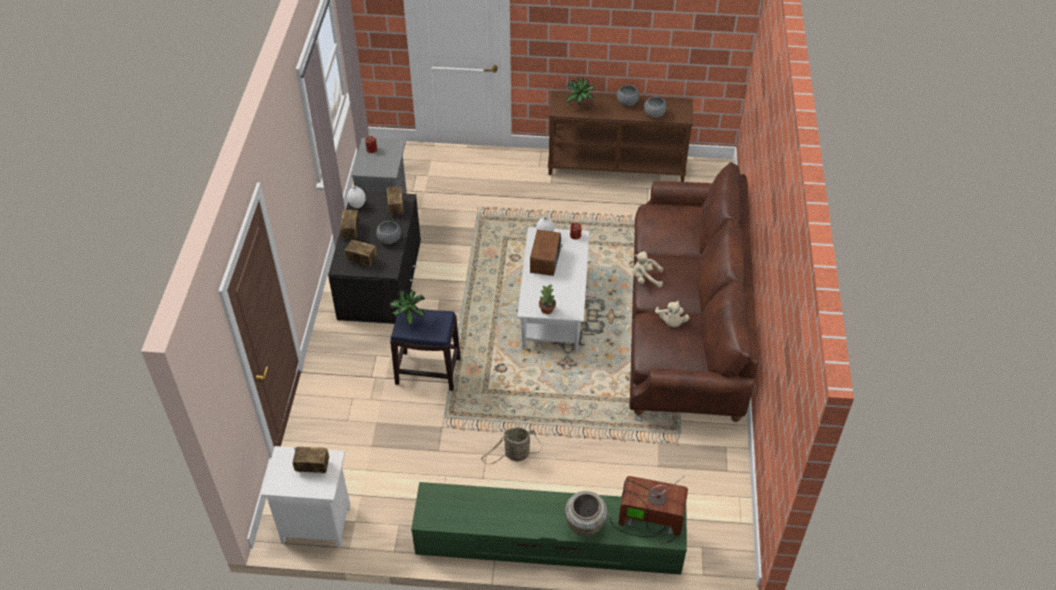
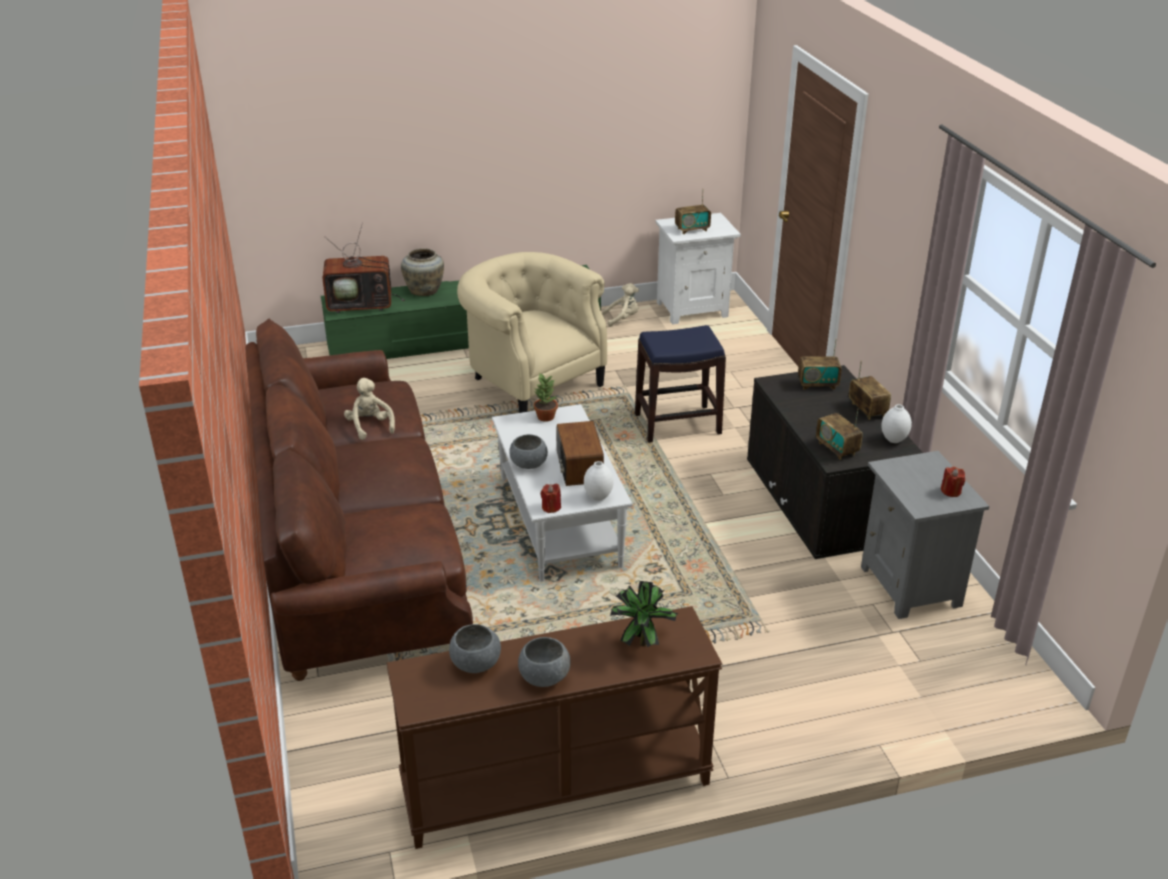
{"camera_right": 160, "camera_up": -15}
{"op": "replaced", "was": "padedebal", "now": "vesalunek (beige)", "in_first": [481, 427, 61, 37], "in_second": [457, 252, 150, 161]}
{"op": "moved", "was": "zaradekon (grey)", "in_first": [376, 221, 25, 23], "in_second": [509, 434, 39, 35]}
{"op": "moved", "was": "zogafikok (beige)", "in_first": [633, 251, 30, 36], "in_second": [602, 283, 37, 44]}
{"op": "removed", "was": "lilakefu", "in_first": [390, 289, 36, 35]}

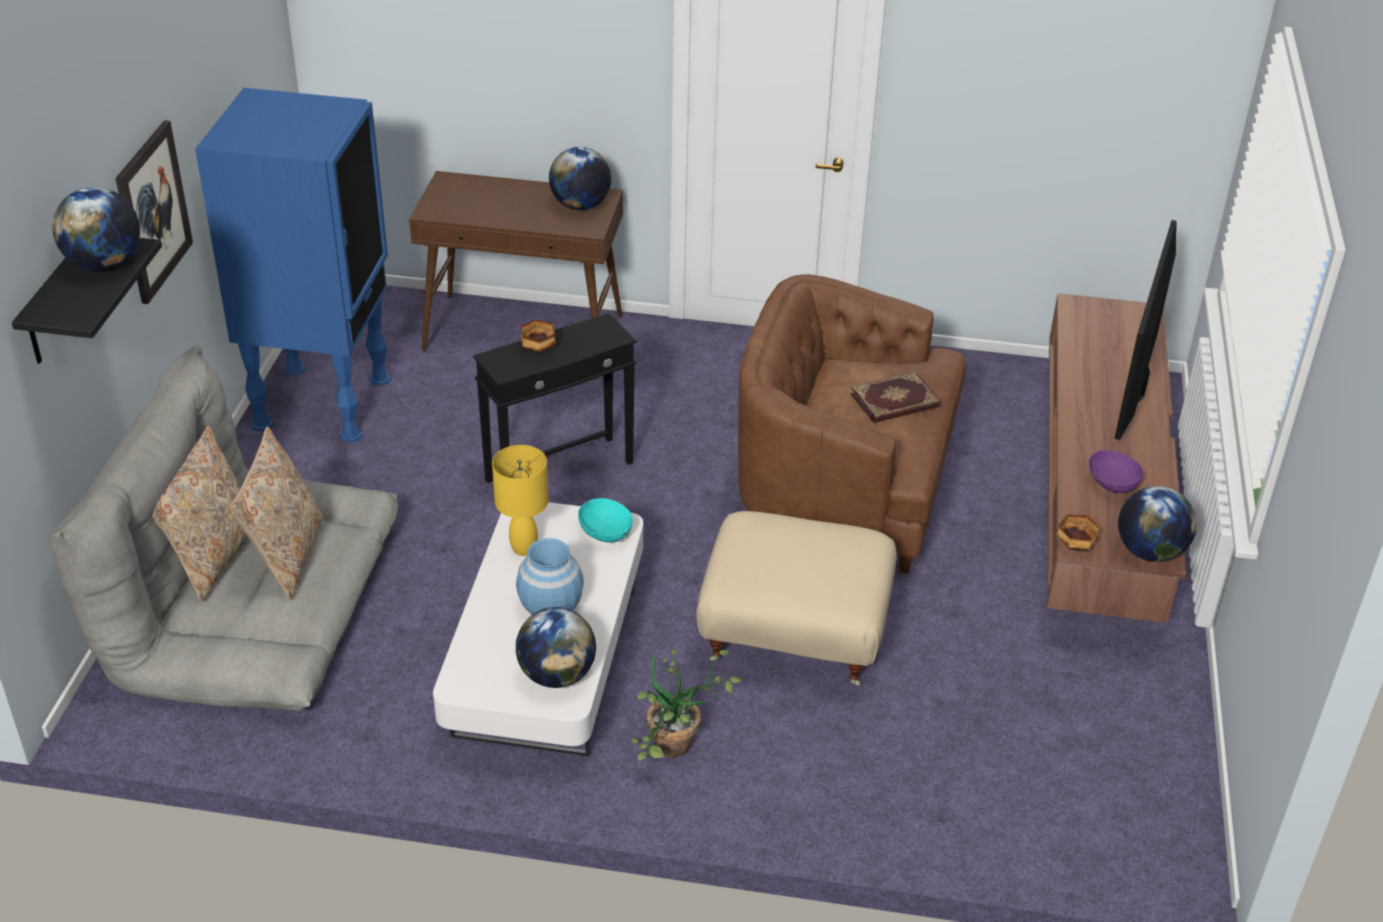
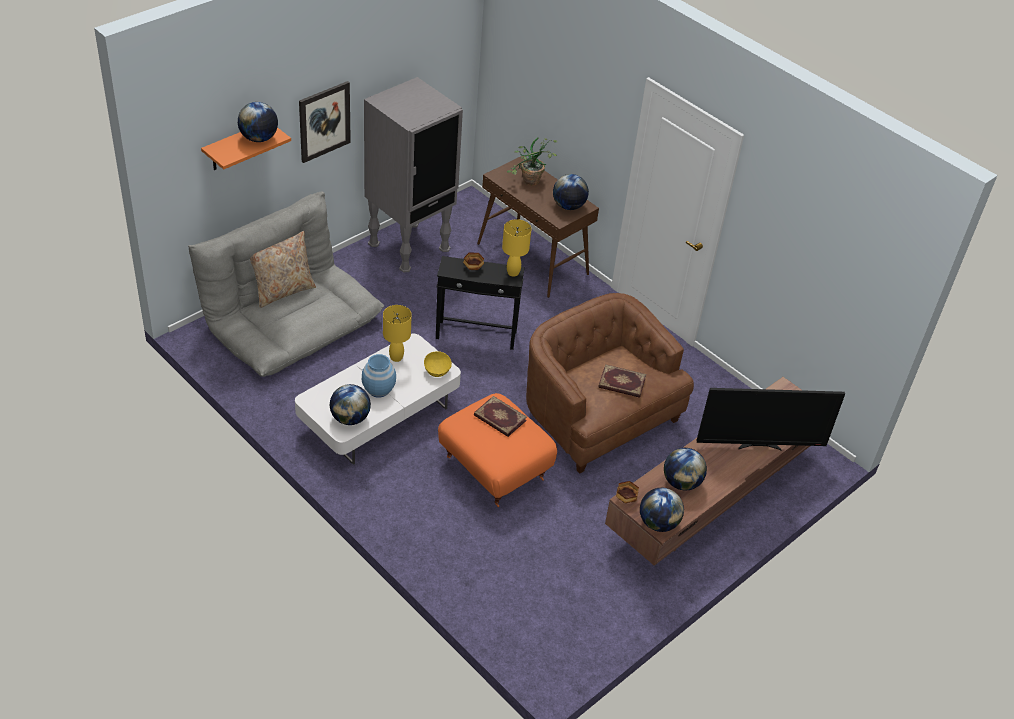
{"camera_right": 35, "camera_up": 5}
{"op": "recoloured", "was": "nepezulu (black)", "now": "nepezulu (orange)", "in_first": [12, 238, 150, 126], "in_second": [201, 127, 90, 43]}
{"op": "recoloured", "was": "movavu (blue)", "now": "movavu (grey)", "in_first": [195, 88, 196, 354], "in_second": [364, 77, 99, 195]}
{"op": "recoloured", "was": "zaradekon (turquoise)", "now": "zaradekon (yellow)", "in_first": [578, 498, 55, 45], "in_second": [424, 351, 28, 26]}
{"op": "recoloured", "was": "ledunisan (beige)", "now": "ledunisan (orange)", "in_first": [697, 511, 200, 174], "in_second": [438, 393, 119, 114]}
{"op": "added", "now": "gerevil", "in_second": [474, 396, 53, 41]}
{"op": "added", "now": "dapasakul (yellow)", "in_second": [502, 219, 29, 58]}
{"op": "moved", "was": "lilakefu", "in_first": [630, 650, 112, 110], "in_second": [507, 137, 51, 49]}
{"op": "replaced", "was": "zaradekon (purple)", "now": "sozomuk", "in_first": [1088, 450, 55, 43], "in_second": [664, 448, 43, 42]}
{"op": "turned", "was": "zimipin", "in_first": [1114, 220, 63, 220], "in_second": [696, 388, 149, 62], "clockwise": -150}
{"op": "removed", "was": "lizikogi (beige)", "in_first": [230, 427, 94, 173]}

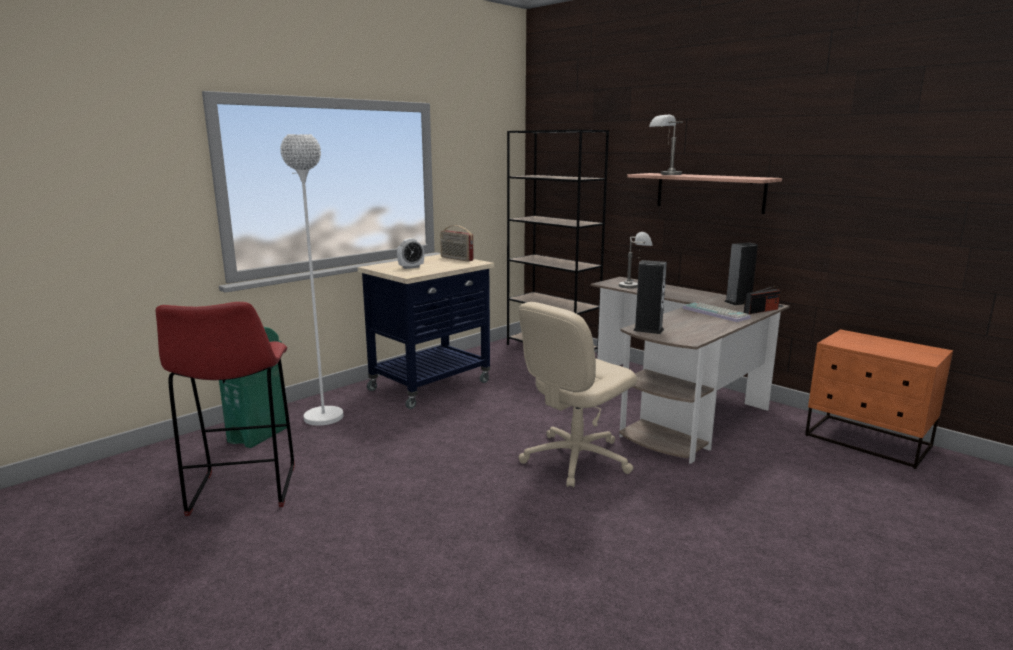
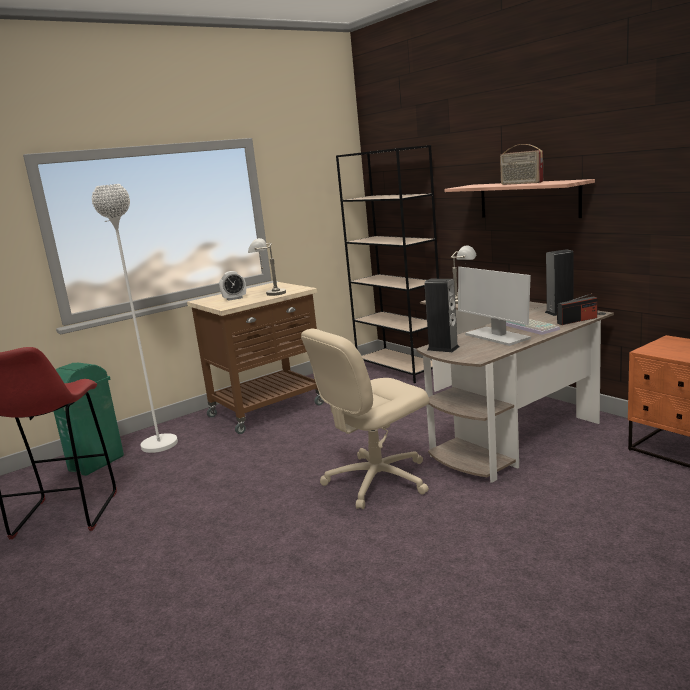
{"camera_right": 10, "camera_up": 0}
{"op": "recoloured", "was": "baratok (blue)", "now": "baratok (brown)", "in_first": [358, 254, 136, 155], "in_second": [187, 282, 137, 152]}
{"op": "moved", "was": "dapasakul (grey)", "in_first": [649, 115, 34, 60], "in_second": [248, 238, 38, 58]}
{"op": "added", "now": "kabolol", "in_second": [458, 267, 73, 79]}
{"op": "moved", "was": "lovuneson", "in_first": [440, 225, 34, 37], "in_second": [500, 144, 43, 41]}

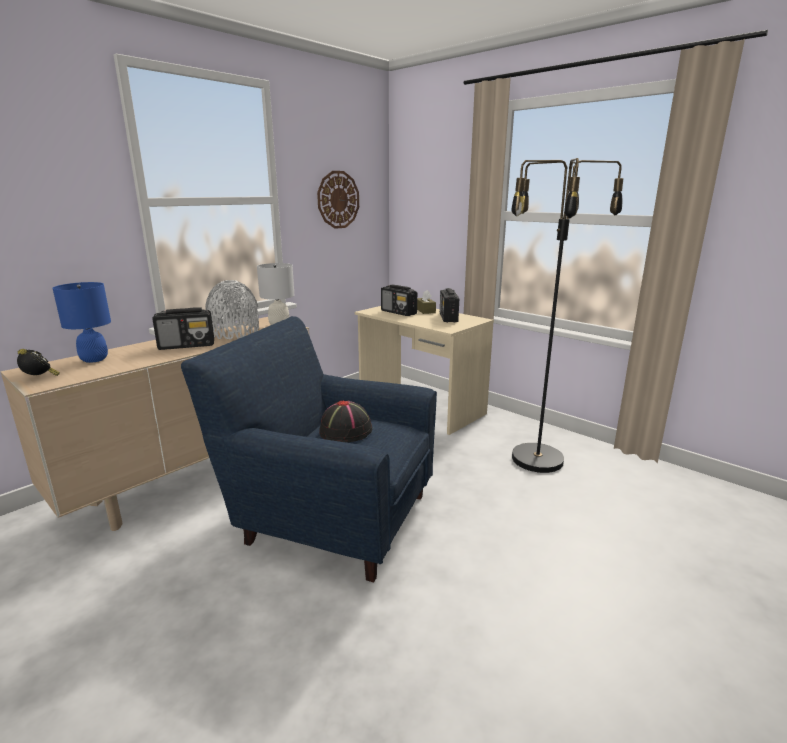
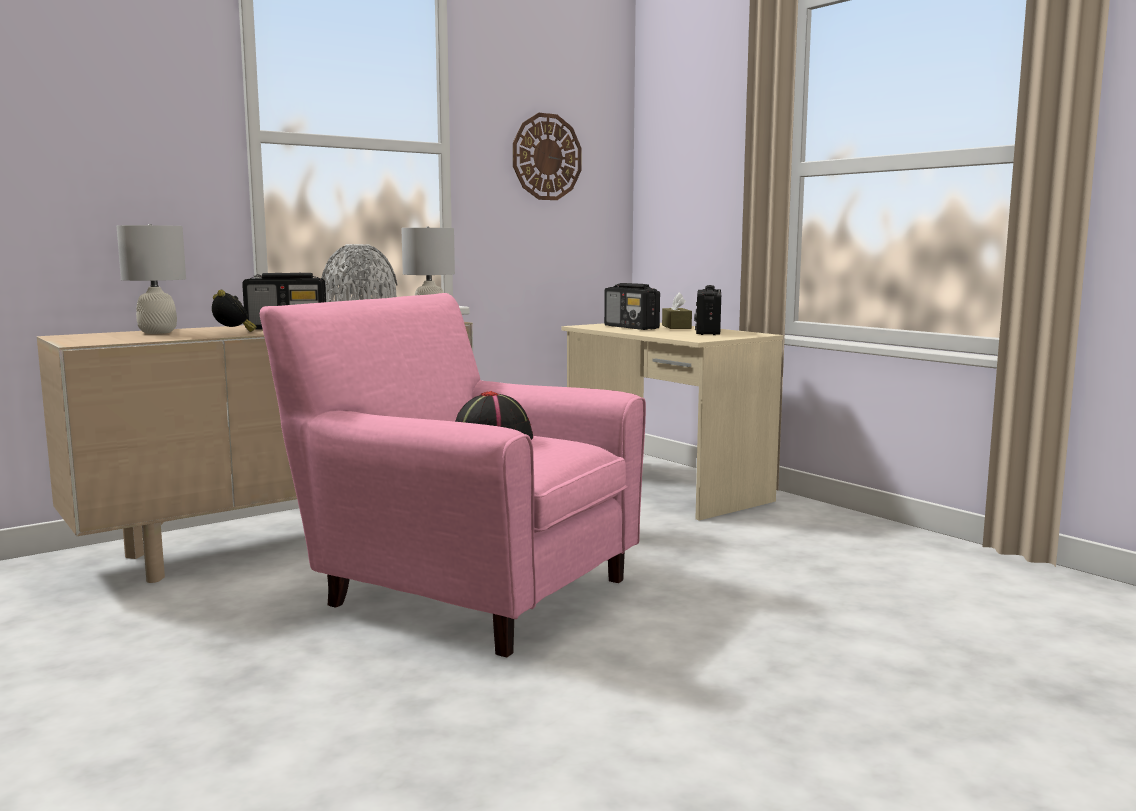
{"camera_right": 10, "camera_up": -10}
{"op": "recoloured", "was": "dapasakul (blue)", "now": "dapasakul (grey)", "in_first": [53, 282, 58, 81], "in_second": [117, 224, 69, 110]}
{"op": "moved", "was": "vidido", "in_first": [17, 349, 43, 27], "in_second": [212, 290, 45, 42]}
{"op": "recoloured", "was": "vesalunek (blue)", "now": "vesalunek (pink)", "in_first": [181, 316, 256, 266], "in_second": [260, 293, 386, 364]}
{"op": "removed", "was": "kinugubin", "in_first": [511, 158, 112, 315]}

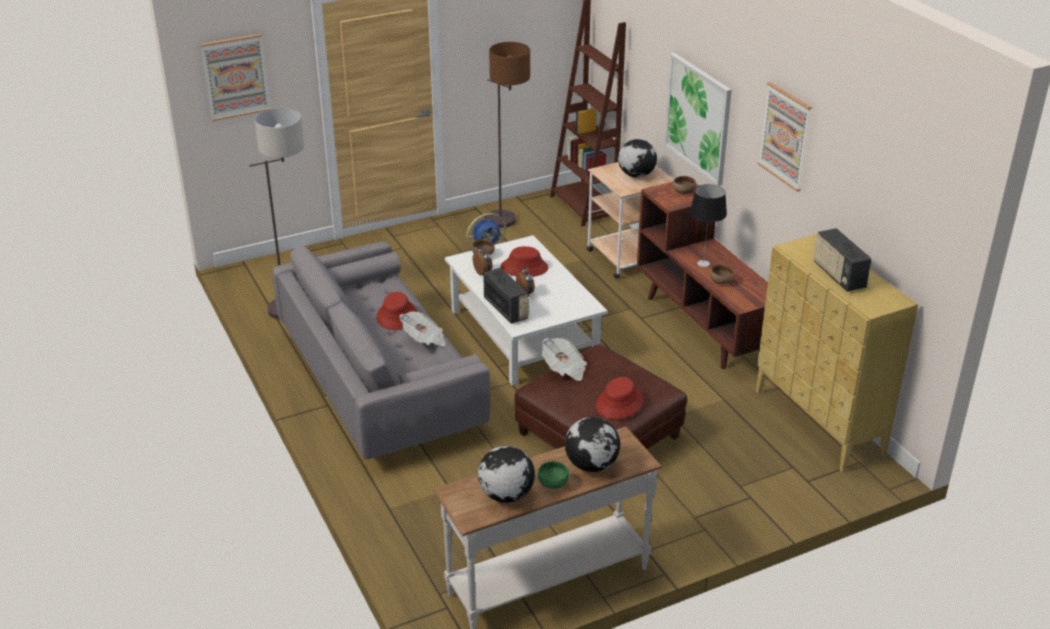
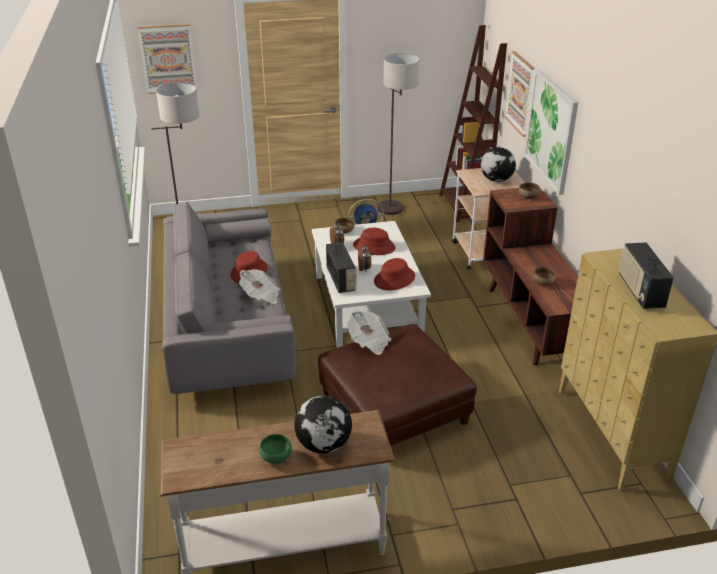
{"camera_right": 15, "camera_up": 0}
{"op": "moved", "was": "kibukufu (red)", "in_first": [596, 377, 47, 43], "in_second": [374, 258, 41, 32]}
{"op": "recoloured", "was": "kinugubin (brown)", "now": "kinugubin (grey)", "in_first": [485, 42, 45, 186], "in_second": [377, 53, 43, 162]}
{"op": "moved", "was": "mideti", "in_first": [758, 82, 54, 109], "in_second": [505, 51, 29, 86]}
{"op": "removed", "was": "sozomuk", "in_first": [478, 446, 57, 57]}
{"op": "removed", "was": "dapasakul", "in_first": [690, 184, 37, 83]}

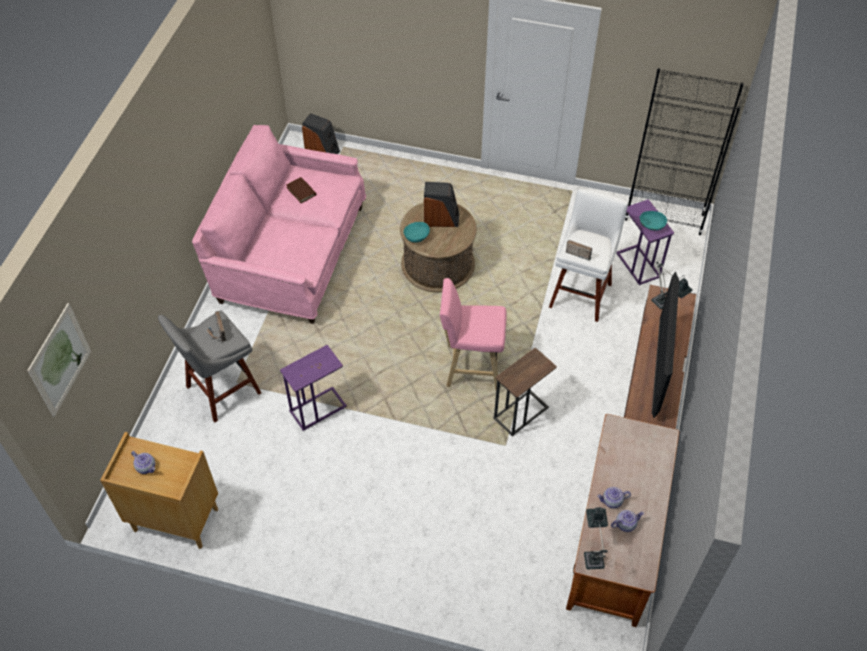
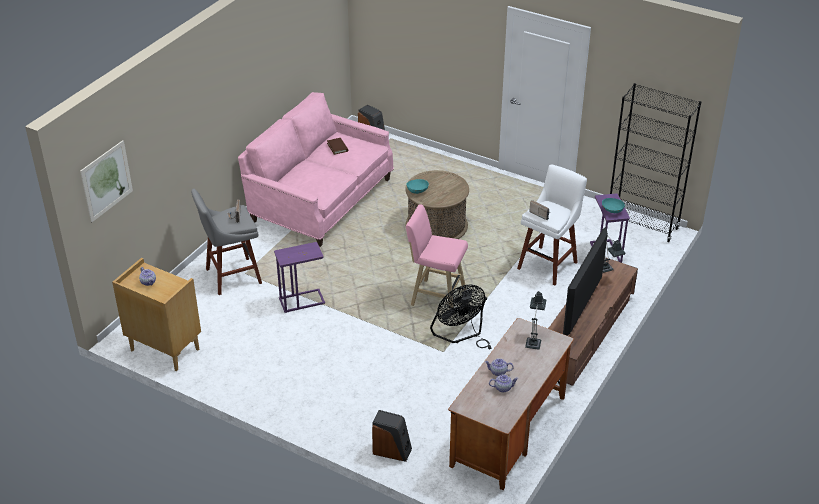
{"camera_right": 15, "camera_up": -15}
{"op": "moved", "was": "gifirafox", "in_first": [424, 182, 35, 45], "in_second": [372, 410, 40, 52]}
{"op": "replaced", "was": "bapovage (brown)", "now": "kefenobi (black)", "in_first": [493, 348, 64, 88], "in_second": [430, 285, 61, 64]}
{"op": "moved", "was": "dapasakul", "in_first": [584, 507, 24, 63], "in_second": [525, 291, 21, 59]}

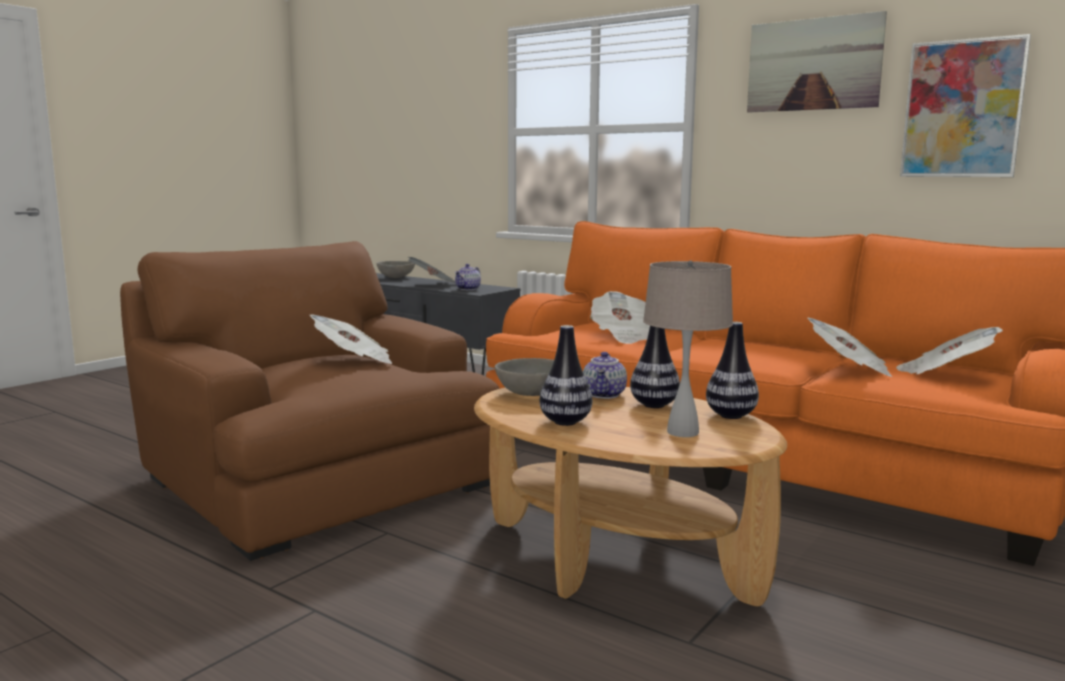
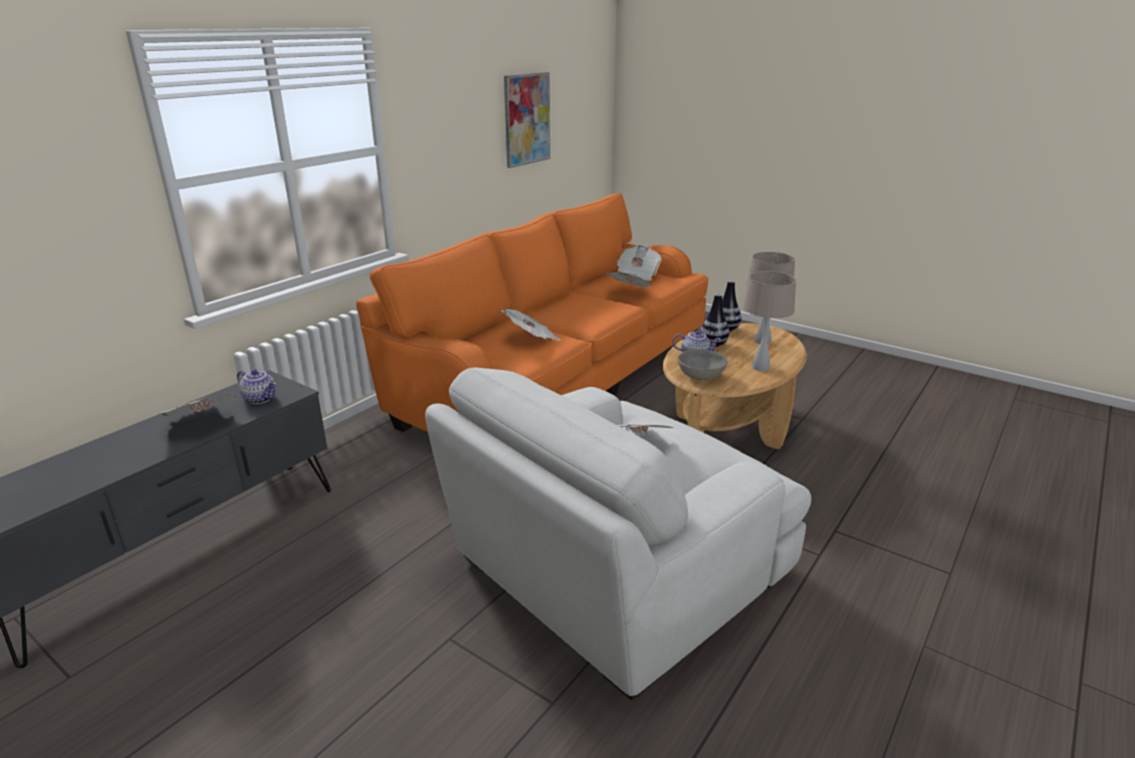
{"camera_right": -90, "camera_up": 15}
{"op": "recoloured", "was": "vesalunek (brown)", "now": "vesalunek (white)", "in_first": [120, 241, 380, 320], "in_second": [425, 367, 386, 334]}
{"op": "replaced", "was": "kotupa", "now": "dapasakul (beige)", "in_first": [539, 325, 53, 101], "in_second": [743, 271, 53, 100]}
{"op": "removed", "was": "zaradekon (grey)", "in_first": [377, 261, 38, 17]}
{"op": "removed", "was": "mideti", "in_first": [747, 11, 140, 102]}

